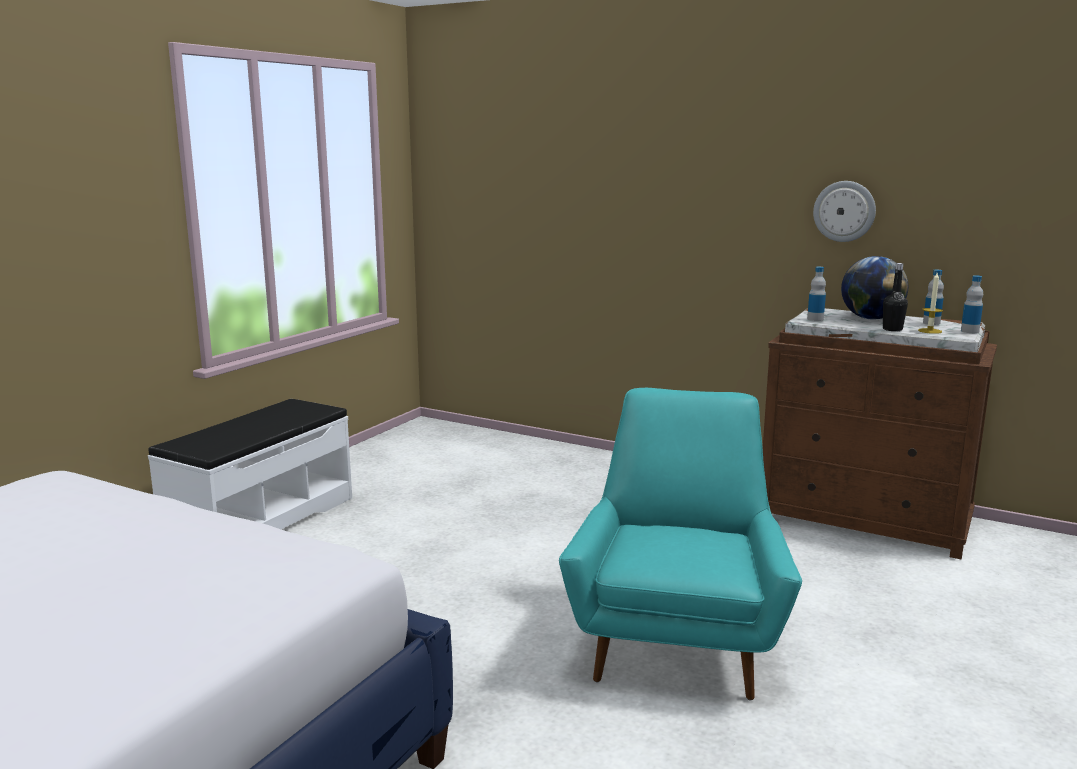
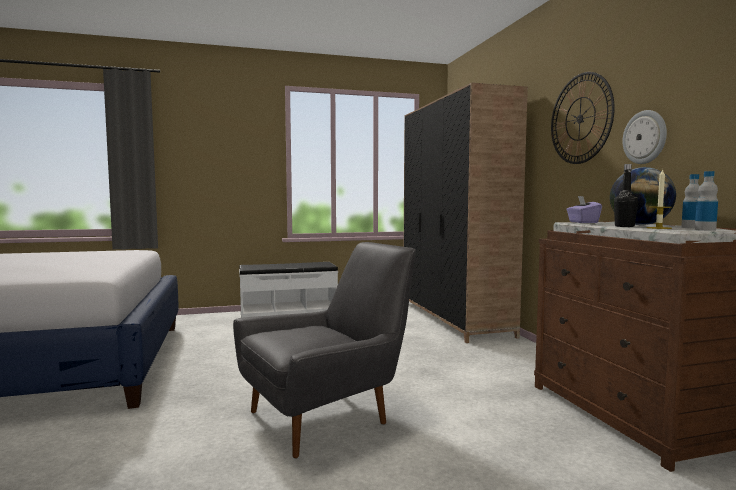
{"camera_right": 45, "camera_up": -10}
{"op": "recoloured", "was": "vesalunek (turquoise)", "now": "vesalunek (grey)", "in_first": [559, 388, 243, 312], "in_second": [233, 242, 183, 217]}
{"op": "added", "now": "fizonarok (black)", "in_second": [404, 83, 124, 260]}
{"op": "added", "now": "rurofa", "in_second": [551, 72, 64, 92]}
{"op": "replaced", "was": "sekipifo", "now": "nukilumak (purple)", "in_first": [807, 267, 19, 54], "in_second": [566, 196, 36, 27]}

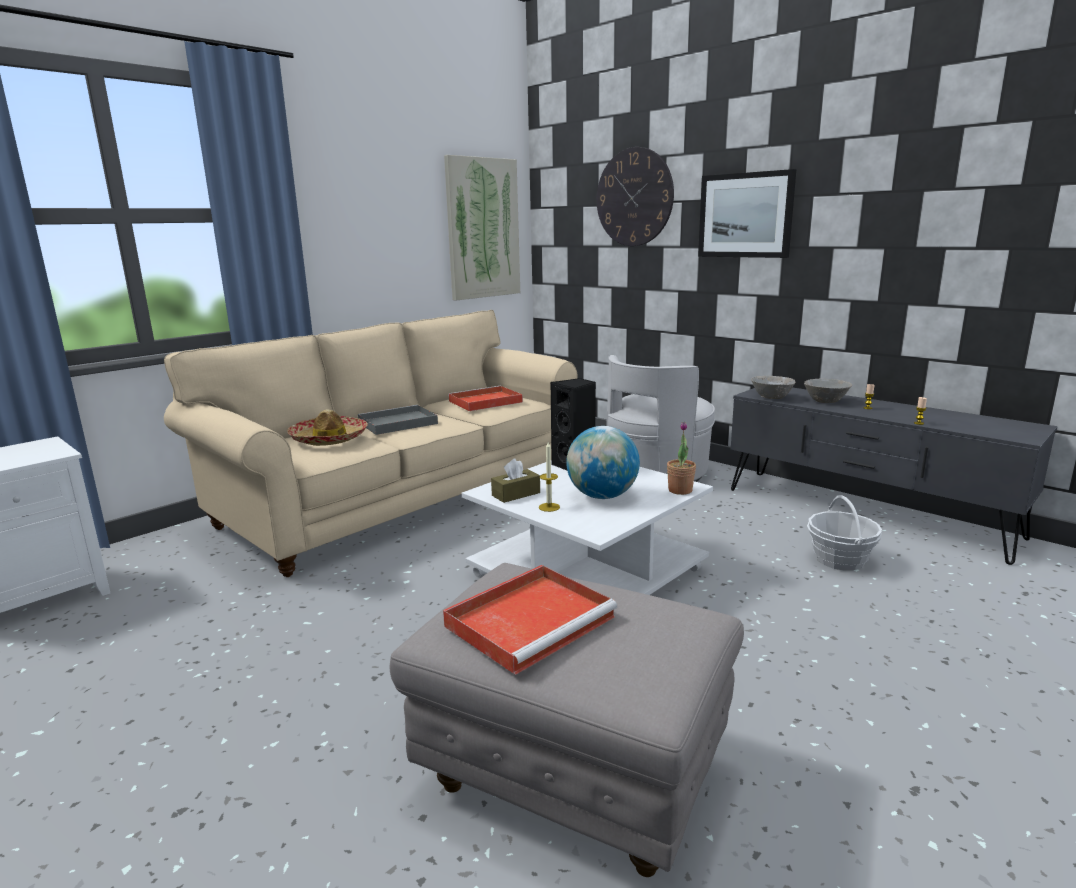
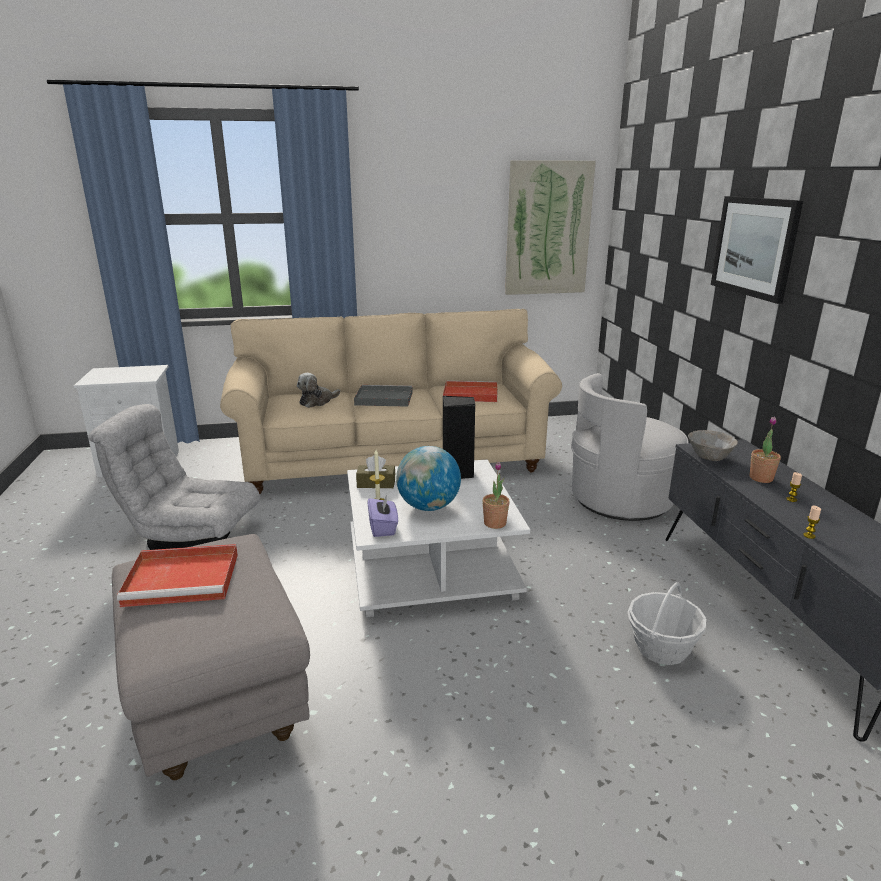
{"camera_right": 35, "camera_up": 5}
{"op": "added", "now": "vesalunek (grey)", "in_second": [88, 404, 172, 146]}
{"op": "replaced", "was": "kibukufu", "now": "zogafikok", "in_first": [287, 409, 81, 37], "in_second": [297, 373, 43, 35]}
{"op": "added", "now": "nukilumak (purple)", "in_second": [368, 494, 30, 43]}
{"op": "replaced", "was": "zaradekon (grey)", "now": "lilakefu", "in_first": [804, 379, 48, 24], "in_second": [750, 417, 31, 66]}
{"op": "removed", "was": "rurofa", "in_first": [597, 147, 77, 99]}

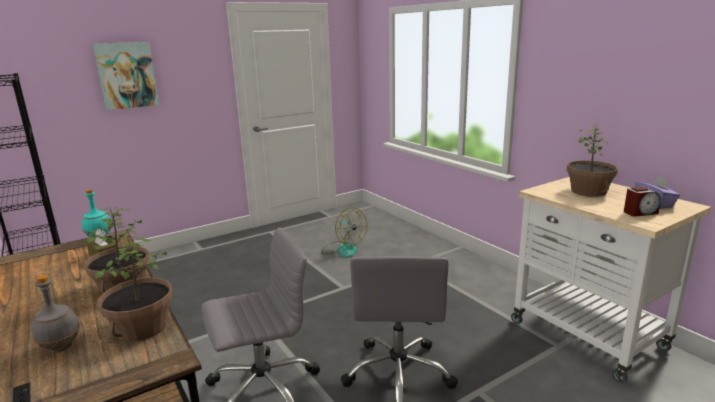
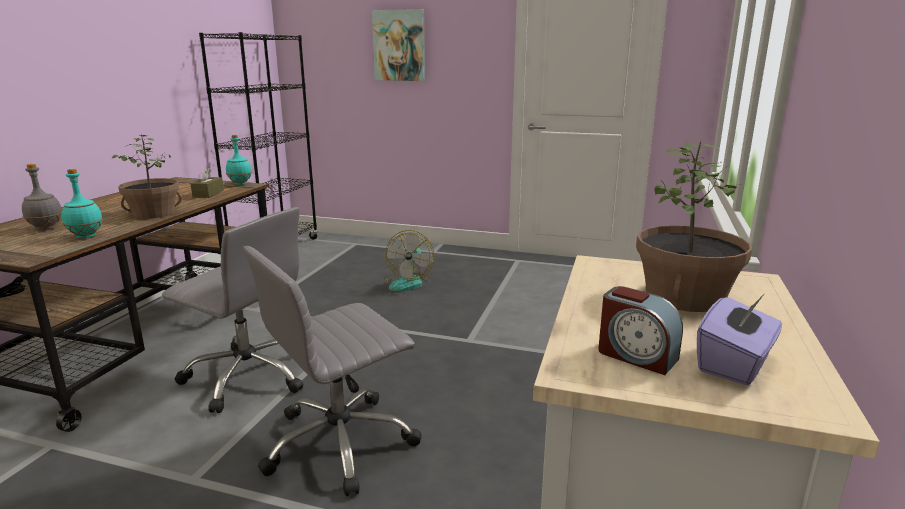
{"camera_right": 50, "camera_up": 0}
{"op": "replaced", "was": "lilakefu", "now": "sekipifo (turquoise)", "in_first": [95, 236, 78, 106], "in_second": [61, 169, 42, 69]}
{"op": "moved", "was": "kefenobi", "in_first": [321, 208, 47, 50], "in_second": [384, 230, 50, 61]}

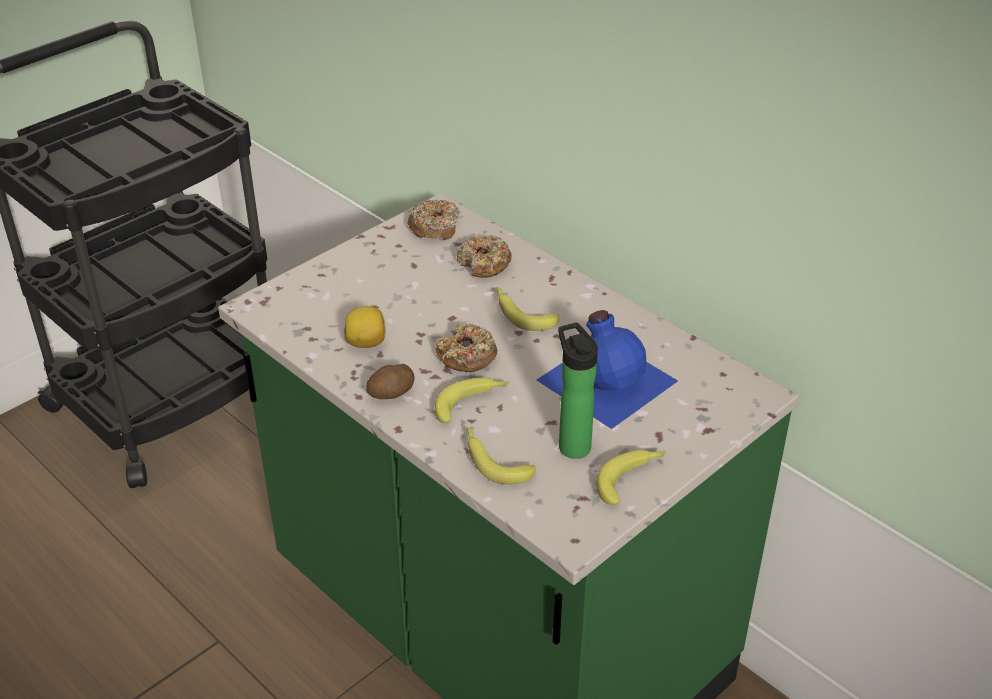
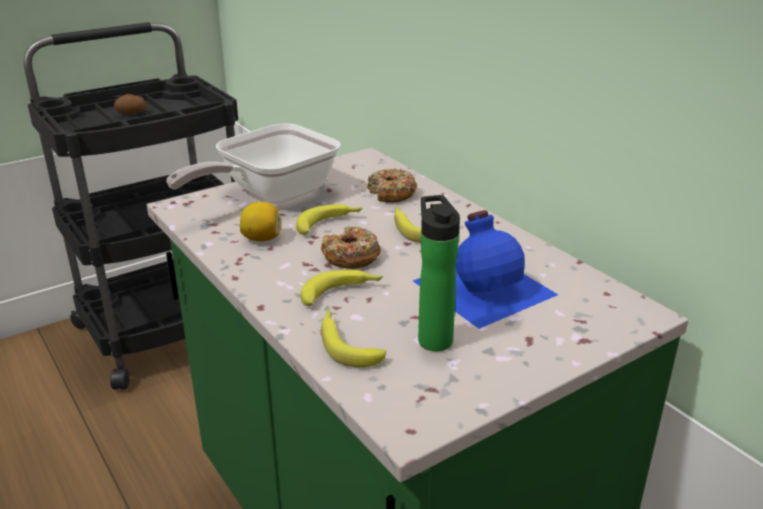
{"camera_right": 10, "camera_up": -10}
{"op": "moved", "was": "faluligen", "in_first": [366, 364, 49, 35], "in_second": [114, 94, 32, 20]}
{"op": "added", "now": "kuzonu", "in_second": [166, 123, 175, 81]}
{"op": "moved", "was": "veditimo", "in_first": [596, 450, 70, 55], "in_second": [296, 204, 66, 31]}
{"op": "removed", "was": "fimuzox", "in_first": [408, 200, 51, 40]}

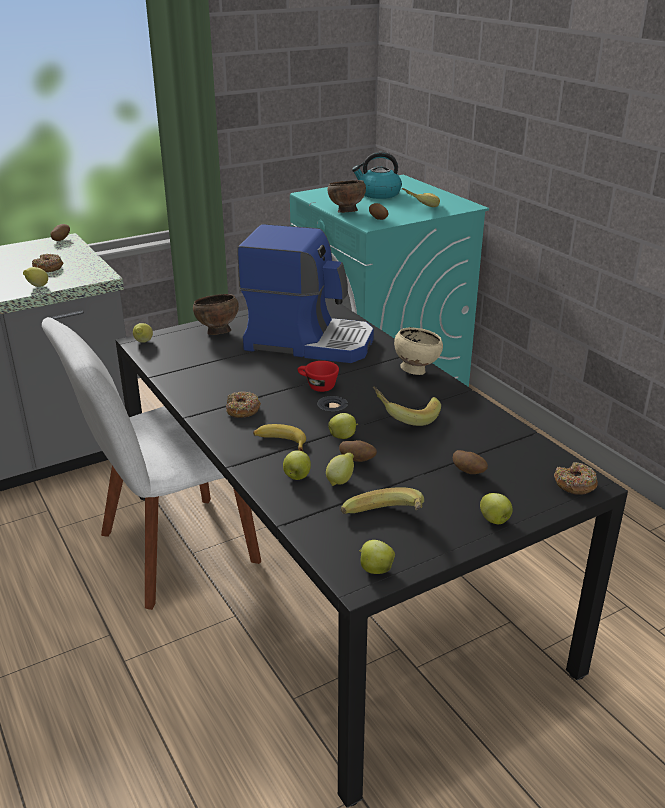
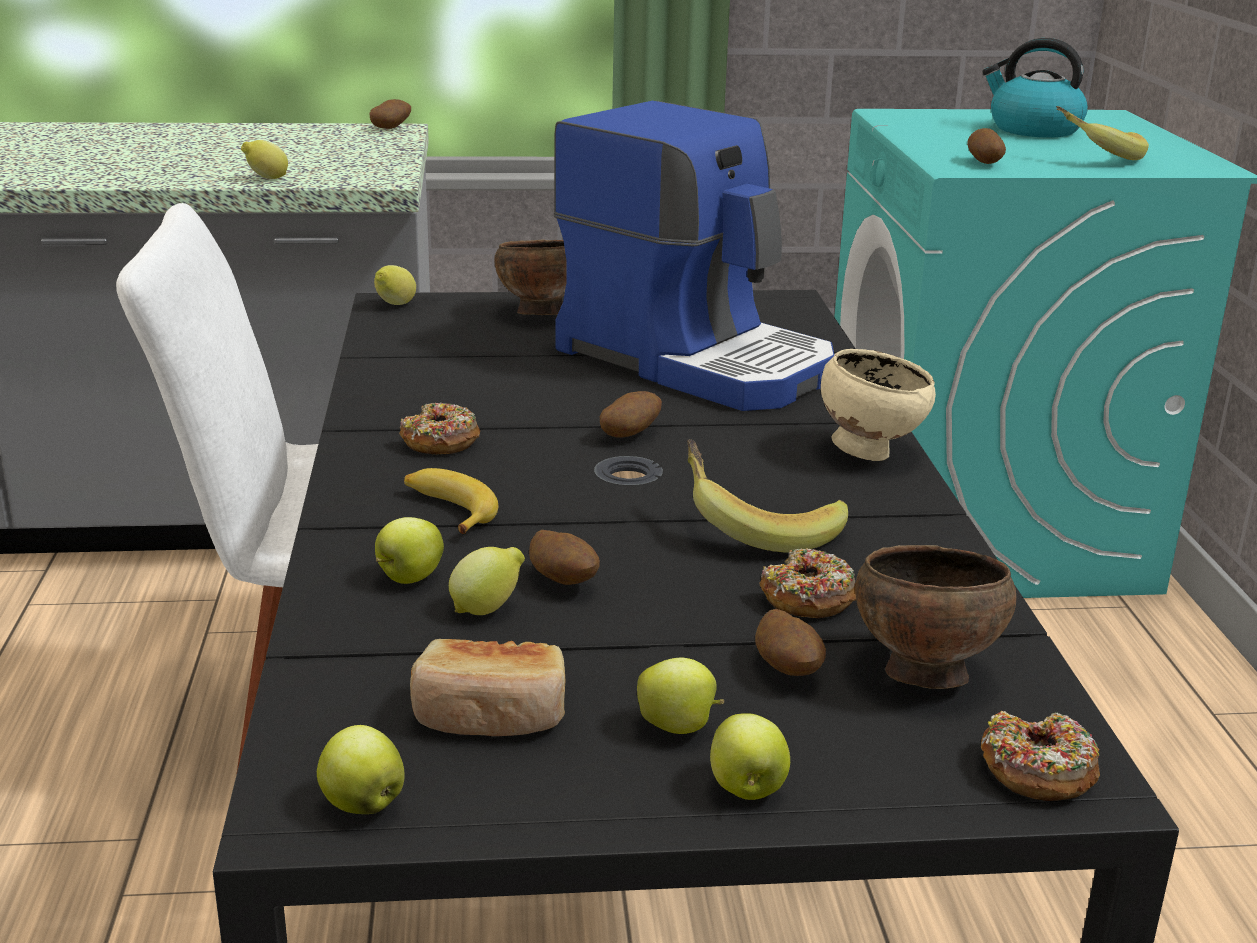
{"camera_right": 25, "camera_up": -5}
{"op": "replaced", "was": "veditimo", "now": "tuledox", "in_first": [341, 488, 83, 26], "in_second": [410, 639, 155, 97]}
{"op": "replaced", "was": "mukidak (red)", "now": "faluligen", "in_first": [298, 361, 41, 31], "in_second": [600, 391, 62, 47]}
{"op": "moved", "was": "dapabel", "in_first": [328, 413, 30, 26], "in_second": [637, 658, 87, 76]}
{"op": "moved", "was": "fimuzox", "in_first": [32, 254, 31, 18], "in_second": [759, 548, 97, 70]}
{"op": "moved", "was": "zaradekon (brown)", "in_first": [327, 180, 39, 33], "in_second": [855, 545, 161, 144]}

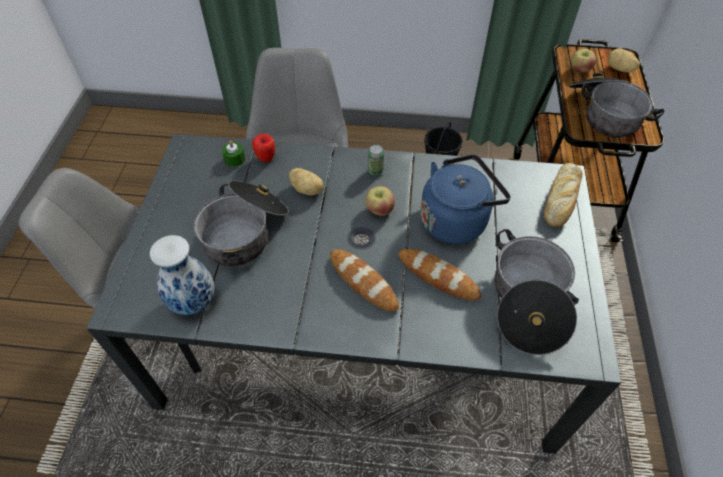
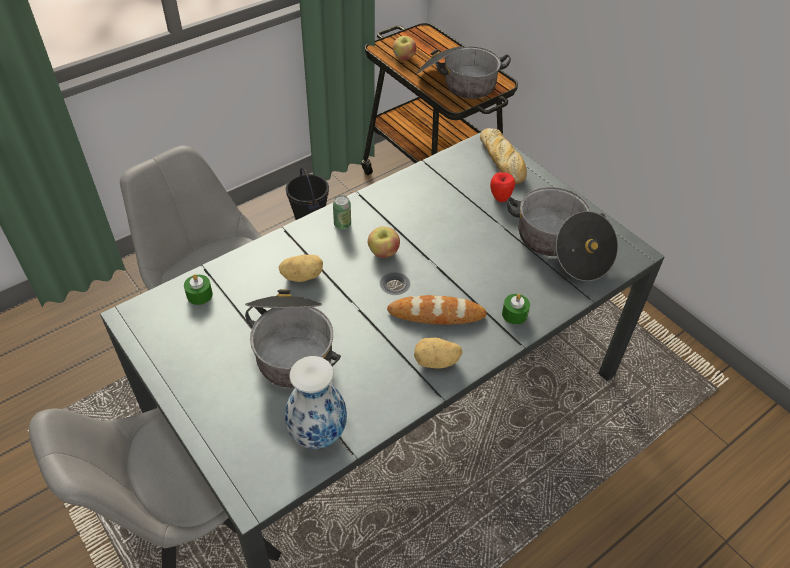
{"camera_right": -45, "camera_up": -5}
{"op": "moved", "was": "faluligen", "in_first": [608, 48, 32, 25], "in_second": [414, 338, 48, 30]}
{"op": "moved", "was": "dapabel", "in_first": [252, 134, 23, 28], "in_second": [490, 172, 25, 30]}
{"op": "added", "now": "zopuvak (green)", "in_second": [502, 294, 28, 30]}
{"op": "removed", "was": "tuledox", "in_first": [399, 249, 83, 52]}
{"op": "removed", "was": "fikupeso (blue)", "in_first": [420, 154, 91, 90]}

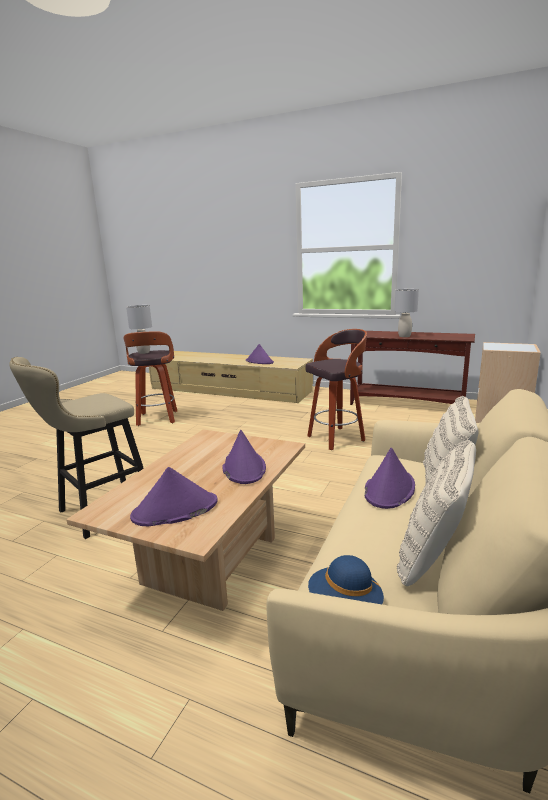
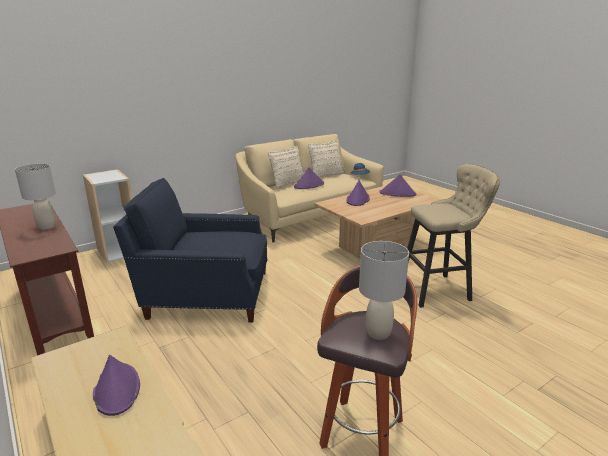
{"camera_right": -150, "camera_up": 5}
{"op": "replaced", "was": "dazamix", "now": "vesalunek (blue)", "in_first": [306, 329, 61, 121], "in_second": [113, 178, 155, 144]}

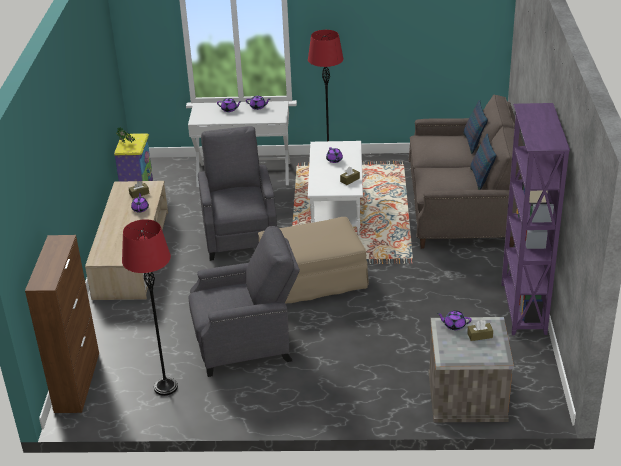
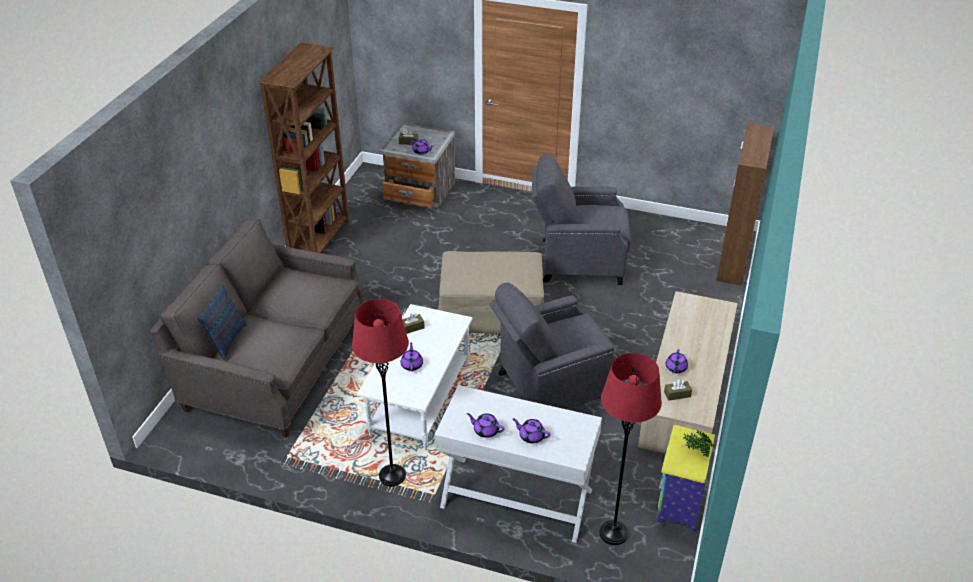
{"camera_right": -165, "camera_up": 5}
{"op": "recoloured", "was": "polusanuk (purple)", "now": "polusanuk (brown)", "in_first": [501, 103, 69, 232], "in_second": [258, 42, 92, 211]}
{"op": "turned", "was": "vesalunek (grey)", "in_first": [198, 126, 79, 135], "in_second": [490, 283, 129, 126], "clockwise": 60}
{"op": "moved", "was": "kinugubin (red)", "in_first": [122, 219, 56, 177], "in_second": [599, 353, 63, 192]}
{"op": "removed", "was": "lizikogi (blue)", "in_first": [470, 133, 26, 57]}

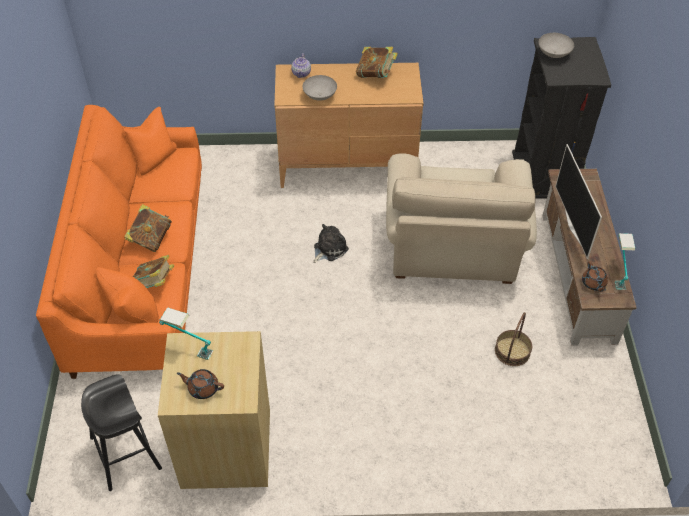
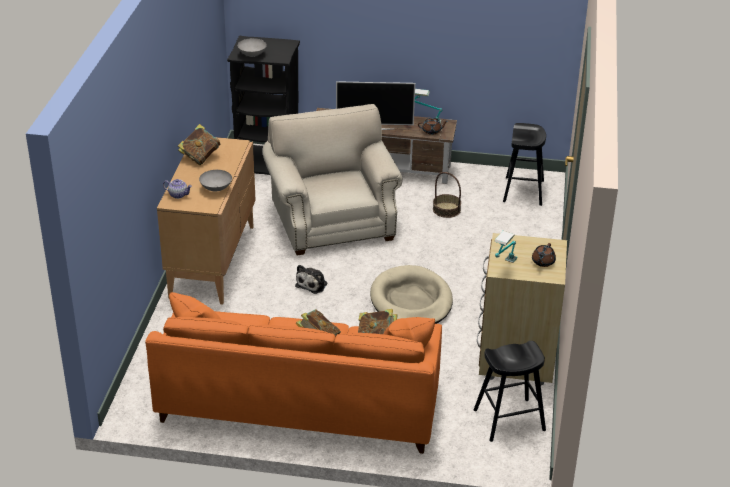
{"camera_right": -80, "camera_up": -15}
{"op": "turned", "was": "vesalunek (beige)", "in_first": [386, 153, 151, 131], "in_second": [262, 104, 141, 151], "clockwise": -120}
{"op": "turned", "was": "zogafikok", "in_first": [313, 224, 36, 39], "in_second": [295, 265, 32, 29], "clockwise": -120}
{"op": "added", "now": "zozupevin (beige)", "in_second": [370, 265, 83, 59]}
{"op": "added", "now": "dazamix (black)", "in_second": [503, 123, 43, 83]}

